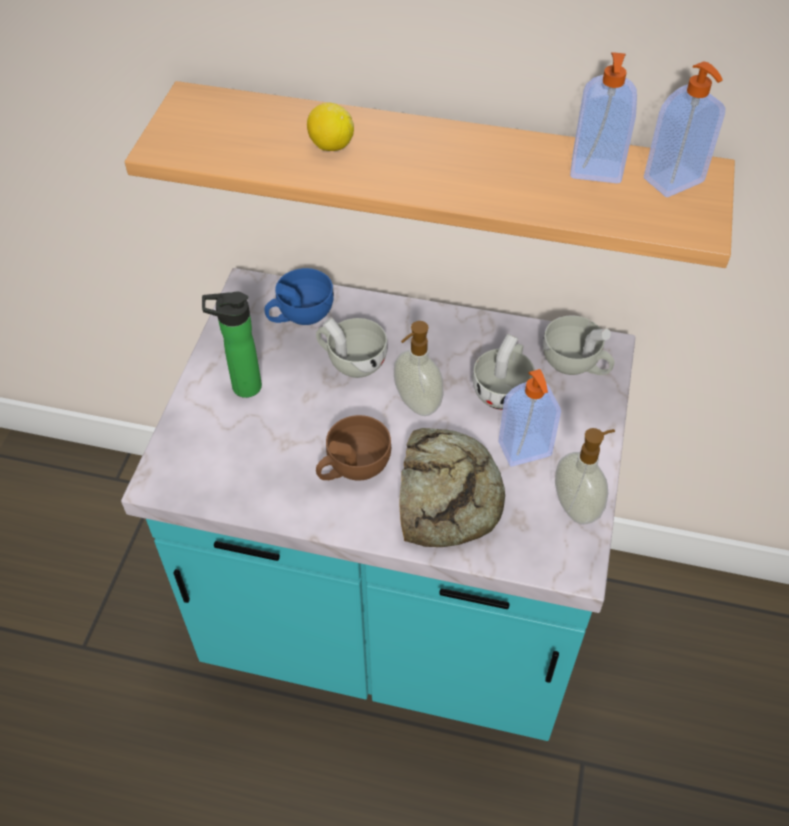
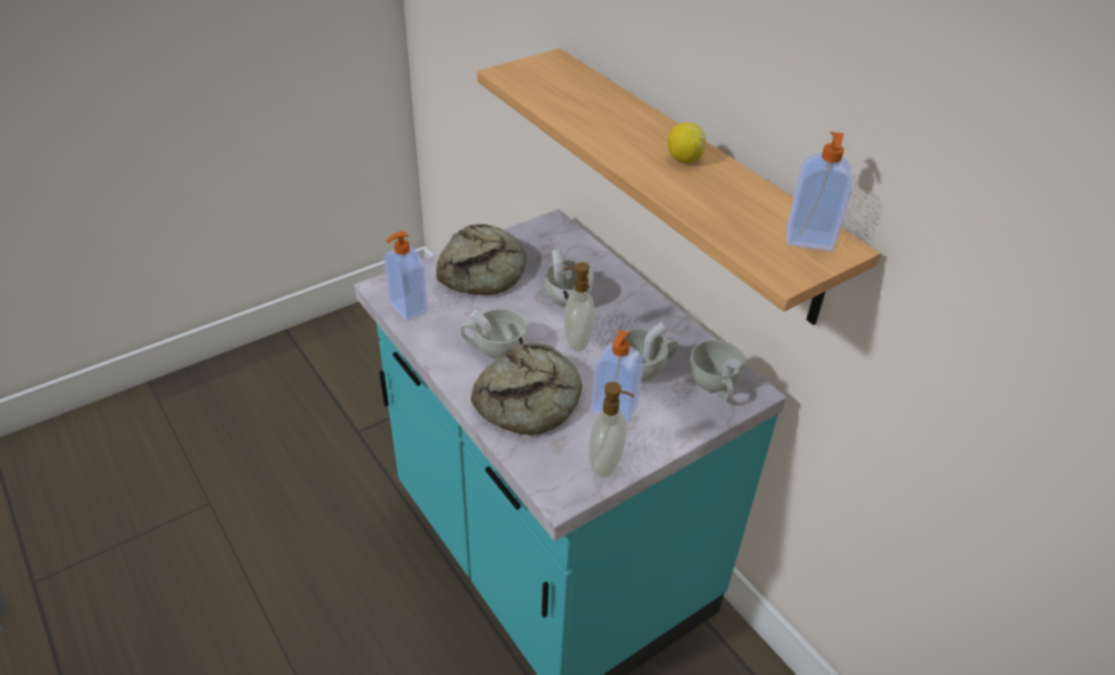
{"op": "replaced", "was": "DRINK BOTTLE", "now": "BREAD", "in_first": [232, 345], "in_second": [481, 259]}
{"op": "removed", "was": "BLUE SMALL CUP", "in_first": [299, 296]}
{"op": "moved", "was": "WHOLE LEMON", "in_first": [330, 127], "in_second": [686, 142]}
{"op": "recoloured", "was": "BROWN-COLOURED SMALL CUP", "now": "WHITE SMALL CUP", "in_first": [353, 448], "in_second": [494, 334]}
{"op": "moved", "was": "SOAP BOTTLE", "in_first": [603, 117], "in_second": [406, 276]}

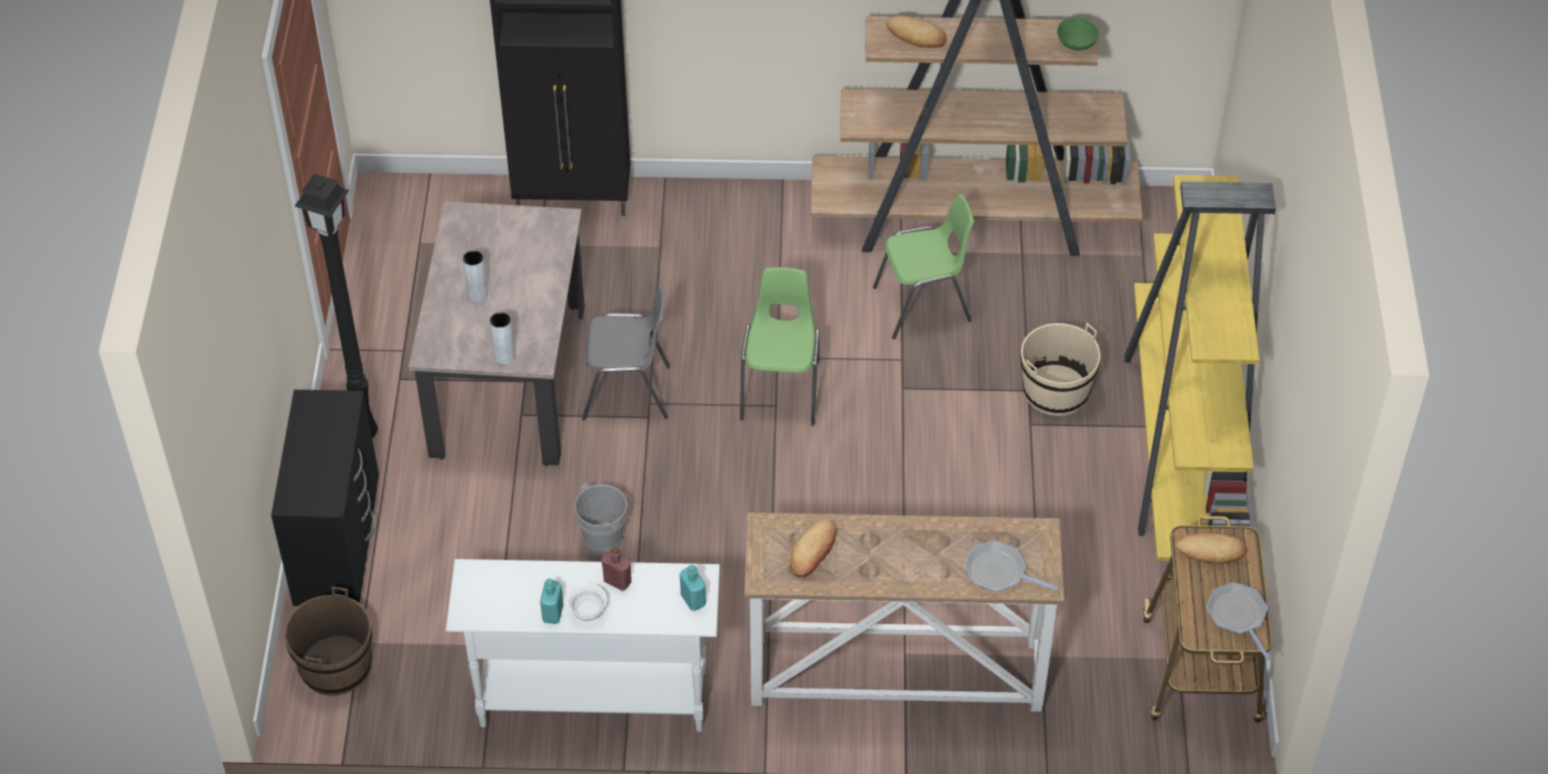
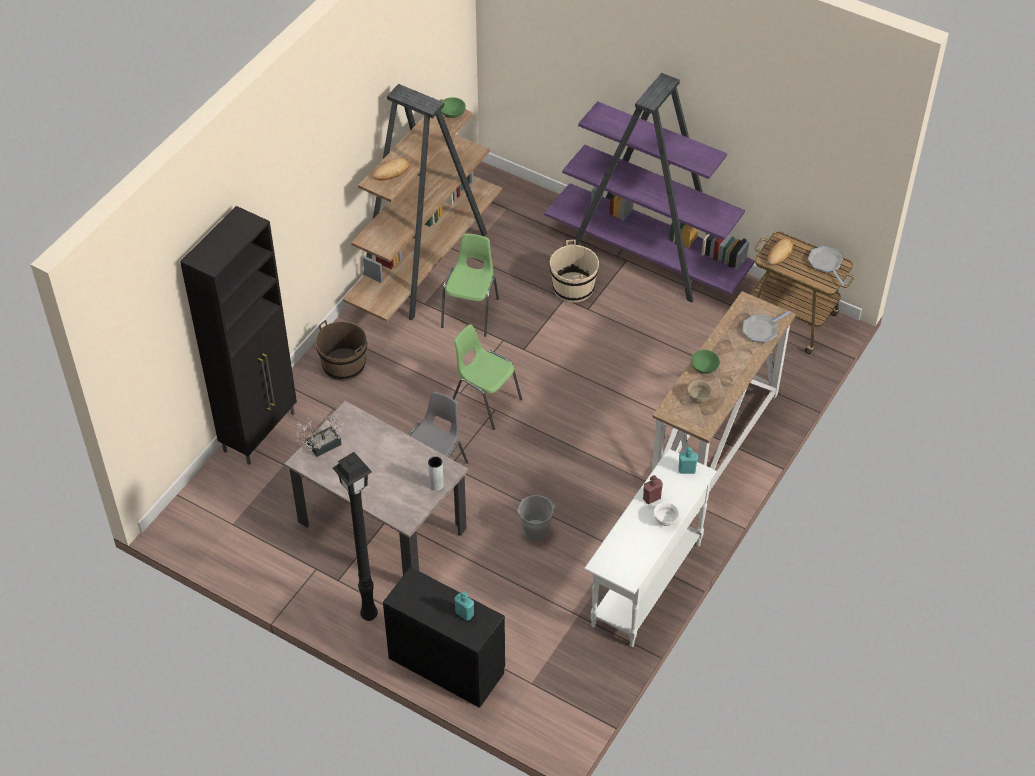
{"op": "moved", "was": "BROWN-COLOURED PAIL", "in_first": [328, 641], "in_second": [341, 350]}
{"op": "removed", "was": "GRAY VASE", "in_first": [475, 276]}
{"op": "moved", "was": "BLUE-GREEN DRINK BOTTLE", "in_first": [551, 601], "in_second": [464, 606]}
{"op": "replaced", "was": "BREAD", "now": "BEIGE SERVING BOWL", "in_first": [813, 548], "in_second": [700, 391]}
{"op": "recoloured", "was": "YELLOWISH BOOKCASE", "now": "PURPLE BOOKCASE", "in_first": [1200, 368], "in_second": [649, 187]}
{"op": "turned", "was": "FRYING PAN", "in_first": [1238, 621], "in_second": [826, 265], "clockwise": 60}
{"op": "added", "now": "HOUSEPLANT", "in_second": [320, 436]}
{"op": "added", "now": "GREEN-COLOURED SERVING BOWL", "in_second": [705, 362]}

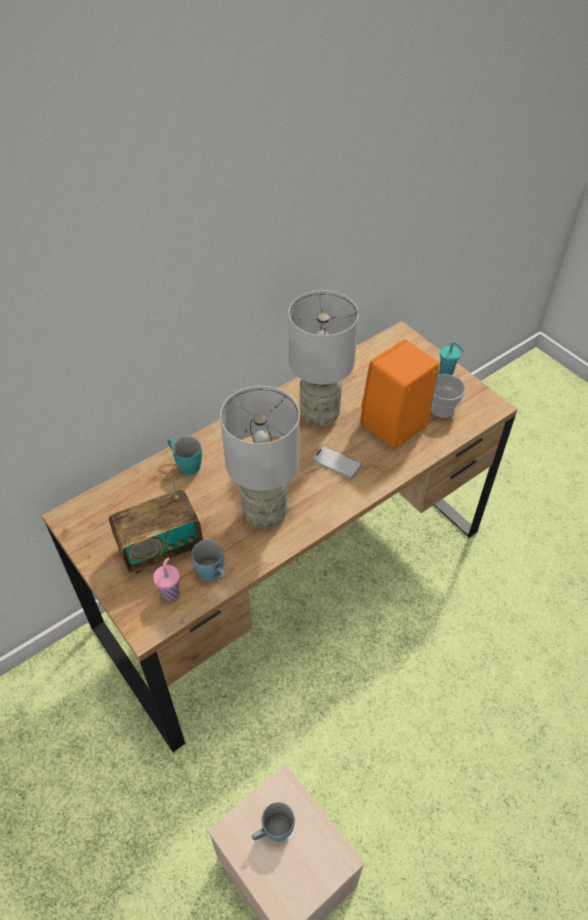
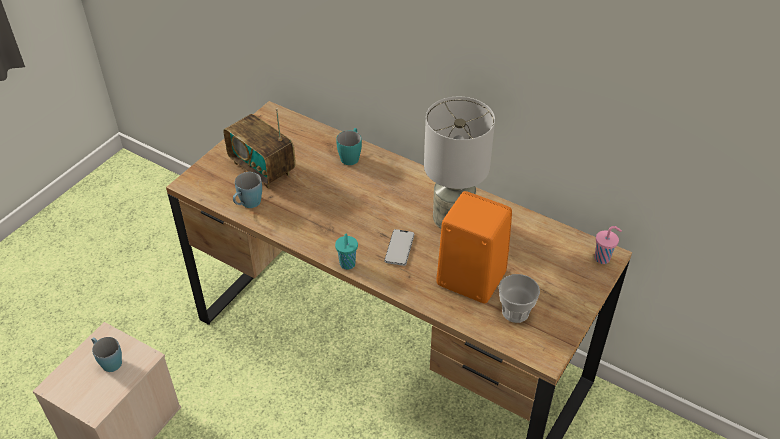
{"op": "moved", "was": "PINK-COLOURED SMALL CUP", "in_first": [166, 579], "in_second": [608, 245]}
{"op": "removed", "was": "GRAY TABLE LAMP", "in_first": [260, 457]}
{"op": "moved", "was": "BLUE-GREEN SMALL CUP", "in_first": [451, 358], "in_second": [346, 251]}

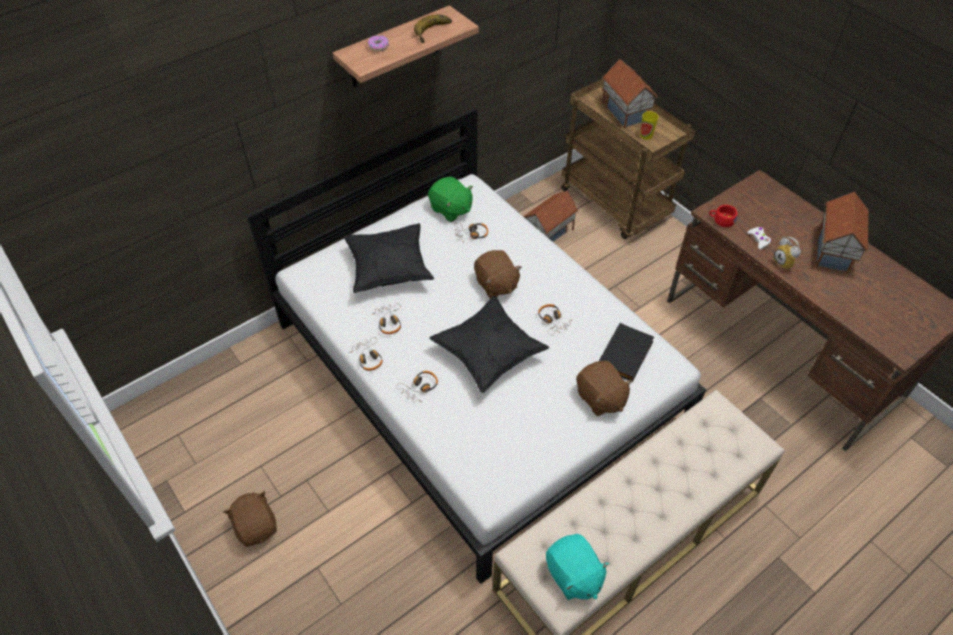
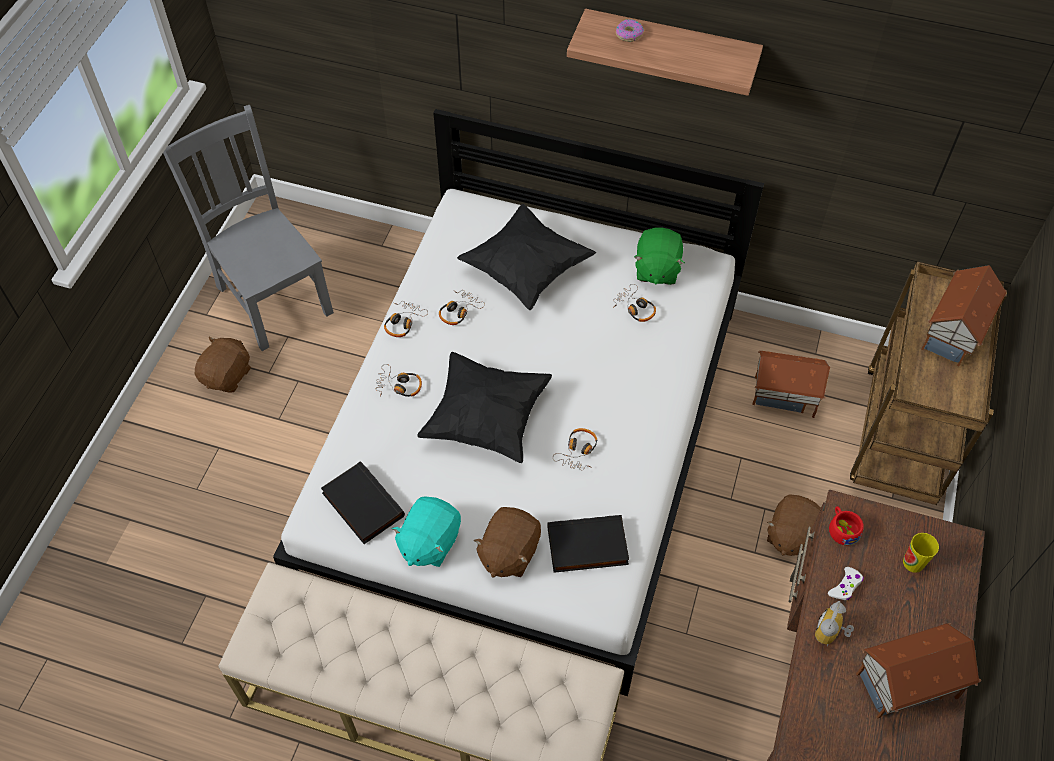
{"op": "removed", "was": "BANANA FRUIT", "in_first": [433, 29]}
{"op": "moved", "was": "BROWN-COLOURED CUDDLY TOY", "in_first": [498, 274], "in_second": [794, 525]}
{"op": "moved", "was": "BLUE-GREEN CUDDLY TOY", "in_first": [578, 567], "in_second": [426, 531]}
{"op": "moved", "was": "SMALL CUP", "in_first": [649, 125], "in_second": [921, 553]}
{"op": "added", "now": "GRAY CHAIR", "in_second": [248, 228]}
{"op": "added", "now": "BLACKISH BOOK", "in_second": [363, 502]}

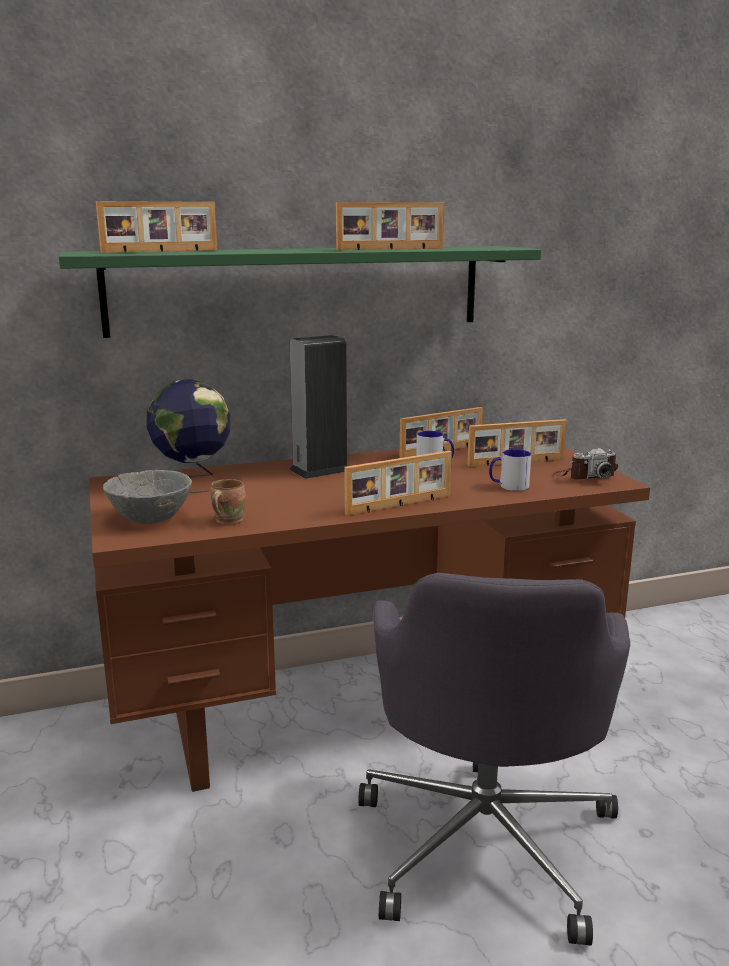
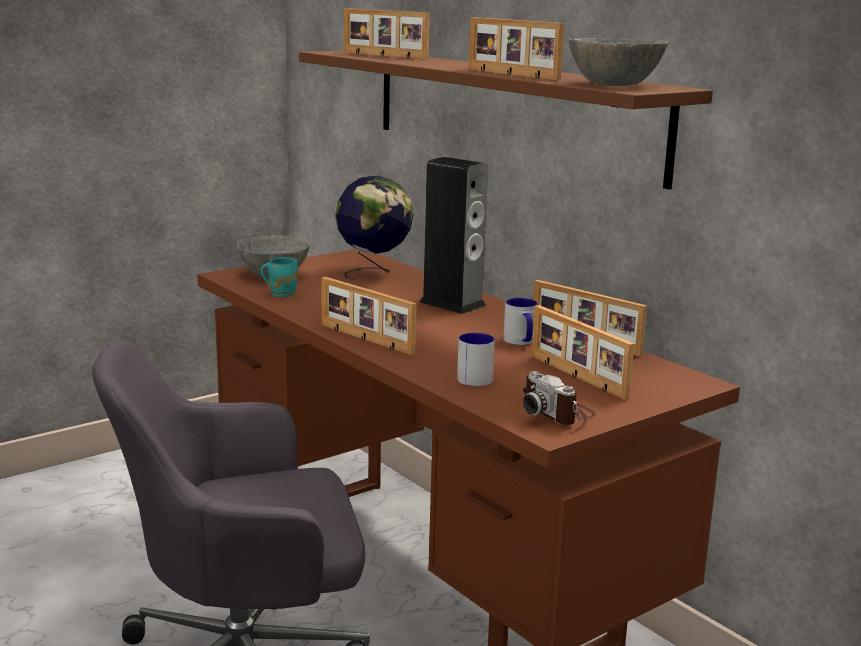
{"op": "recoloured", "was": "GREEN-COLOURED WALL SHELF", "now": "BROWN-COLOURED WALL SHELF", "in_first": [300, 292], "in_second": [506, 120]}
{"op": "recoloured", "was": "BROWN-COLOURED COFFEE MUG", "now": "BLUE-GREEN COFFEE MUG", "in_first": [227, 502], "in_second": [279, 277]}
{"op": "added", "now": "GRAY SERVING BOWL", "in_second": [619, 62]}

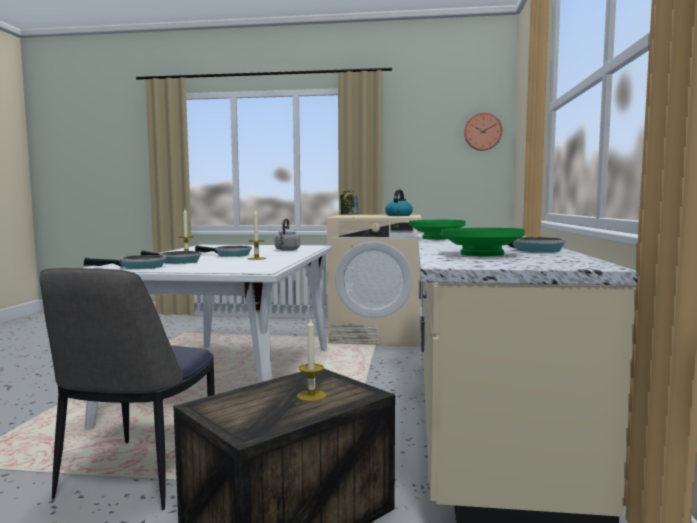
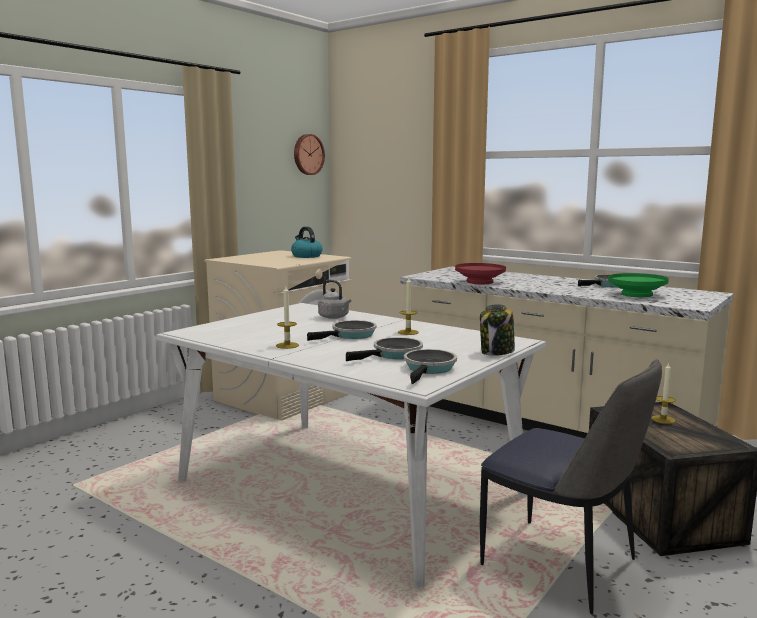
{"op": "moved", "was": "JAR", "in_first": [349, 203], "in_second": [497, 330]}
{"op": "recoloured", "was": "GREEN-COLOURED SERVING BOWL", "now": "RED SERVING BOWL", "in_first": [437, 230], "in_second": [480, 273]}

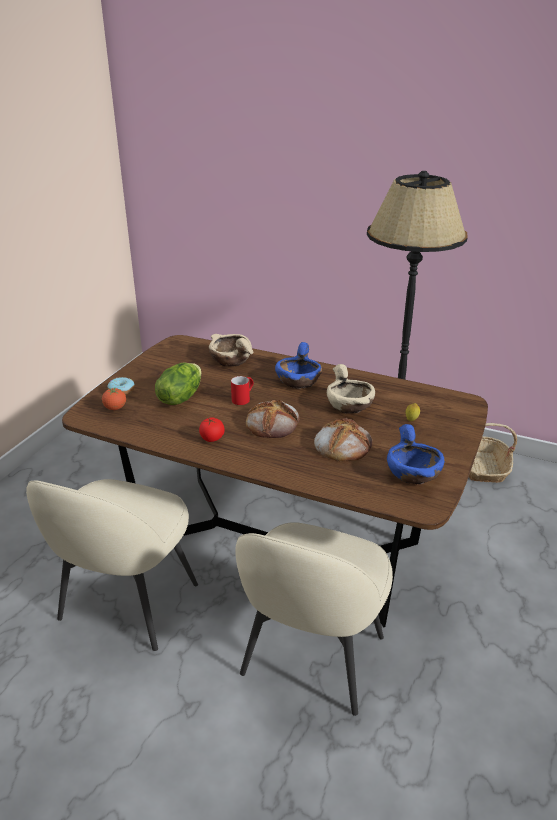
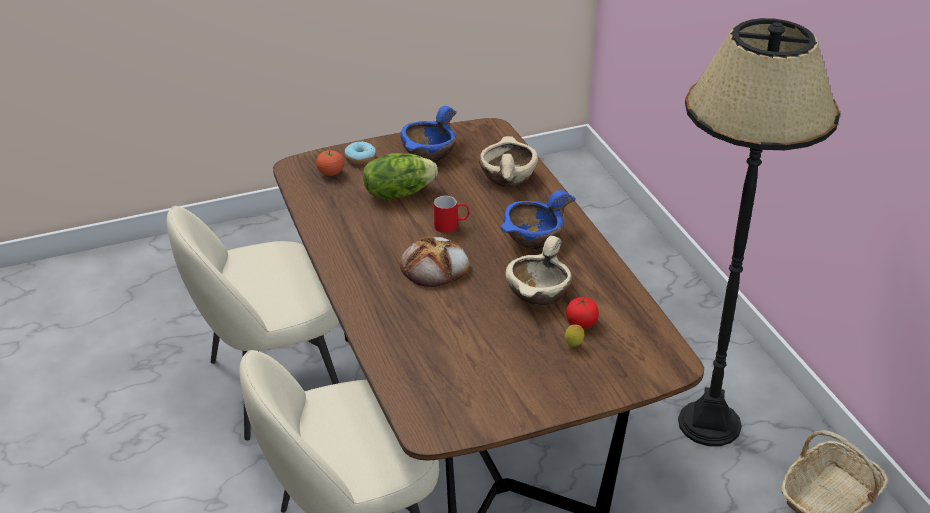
{"op": "moved", "was": "WHOLE TOMATO", "in_first": [212, 429], "in_second": [582, 312]}
{"op": "removed", "was": "BREAD", "in_first": [343, 439]}
{"op": "moved", "was": "BLUE SERVING BOWL", "in_first": [416, 454], "in_second": [428, 134]}

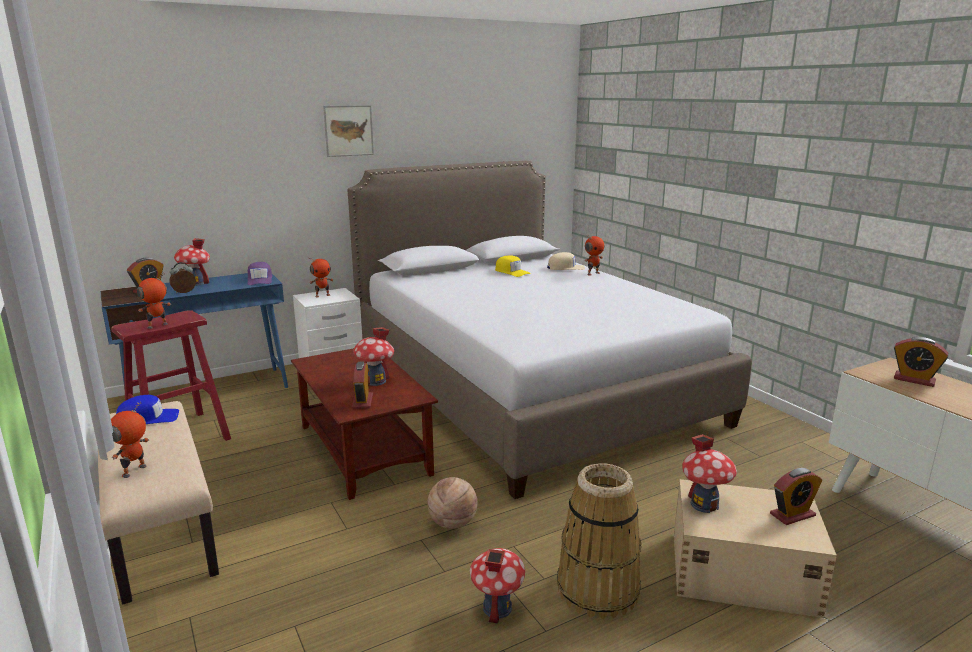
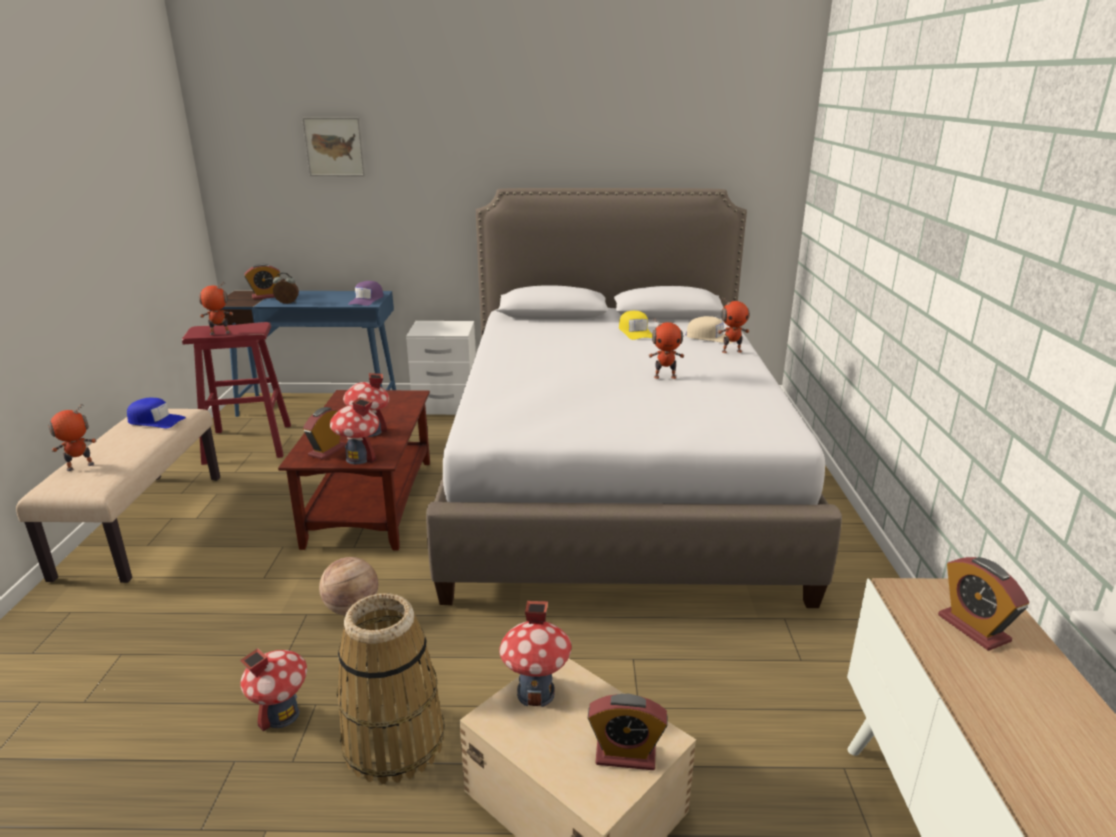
{"op": "moved", "was": "MINIATURE HOUSE", "in_first": [192, 262], "in_second": [354, 430]}
{"op": "moved", "was": "ROBOT FIGURE", "in_first": [321, 277], "in_second": [666, 348]}
{"op": "moved", "was": "WALL PICTURE", "in_first": [348, 131], "in_second": [333, 146]}

